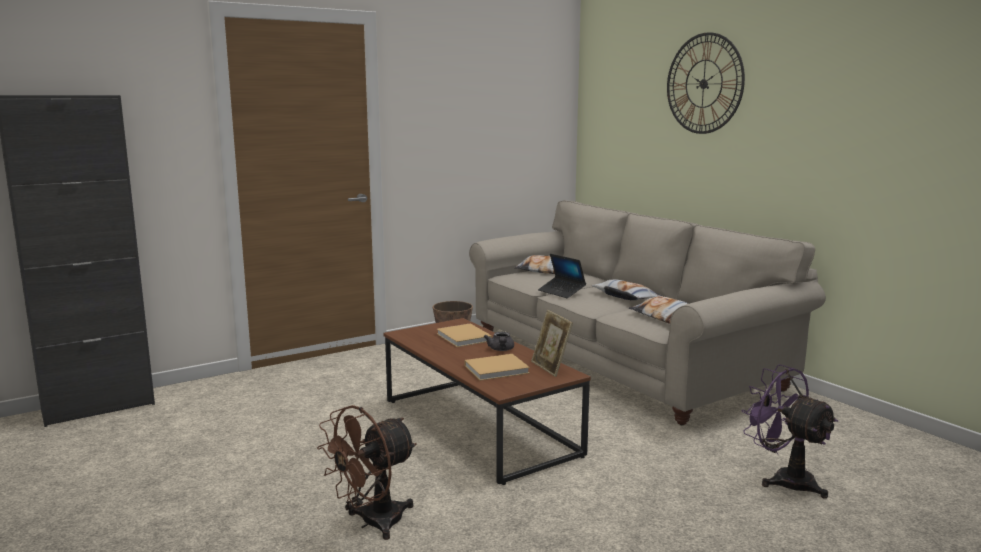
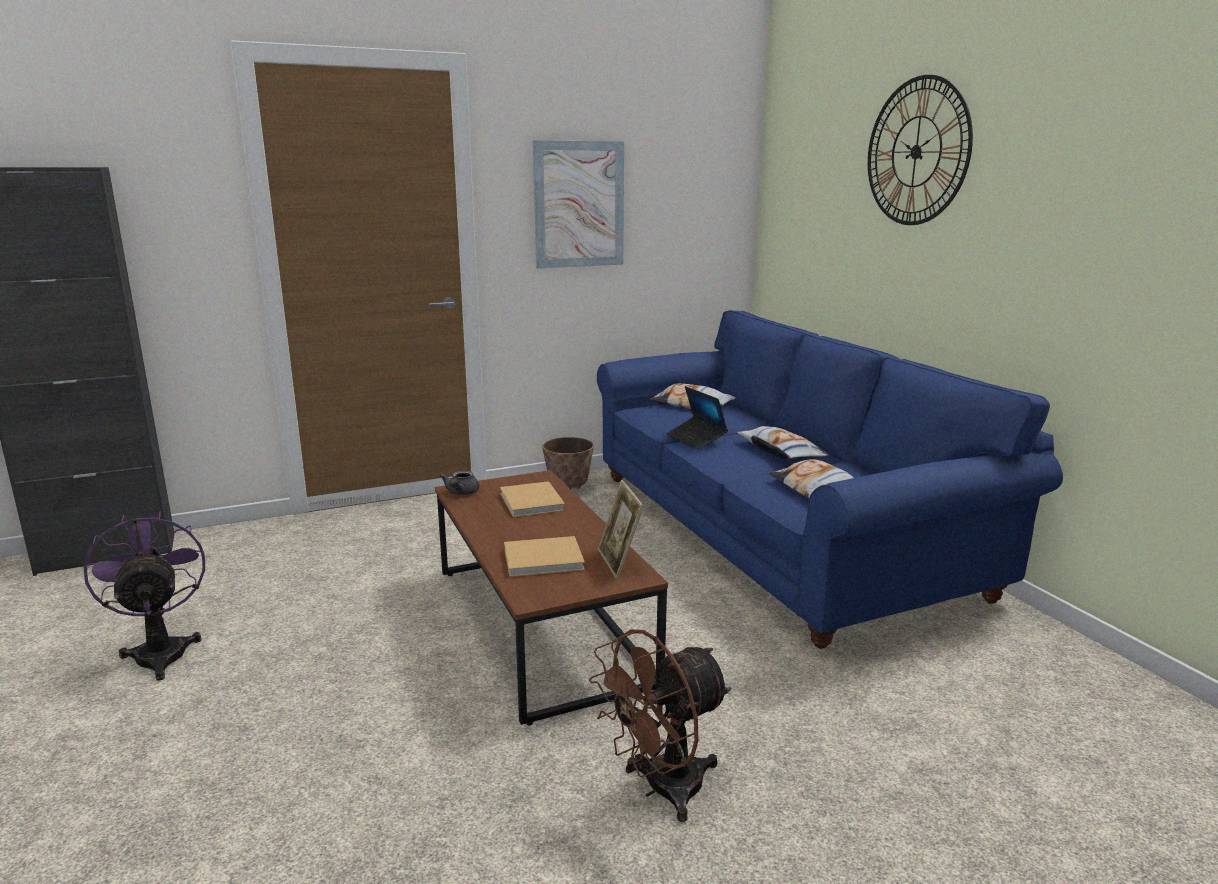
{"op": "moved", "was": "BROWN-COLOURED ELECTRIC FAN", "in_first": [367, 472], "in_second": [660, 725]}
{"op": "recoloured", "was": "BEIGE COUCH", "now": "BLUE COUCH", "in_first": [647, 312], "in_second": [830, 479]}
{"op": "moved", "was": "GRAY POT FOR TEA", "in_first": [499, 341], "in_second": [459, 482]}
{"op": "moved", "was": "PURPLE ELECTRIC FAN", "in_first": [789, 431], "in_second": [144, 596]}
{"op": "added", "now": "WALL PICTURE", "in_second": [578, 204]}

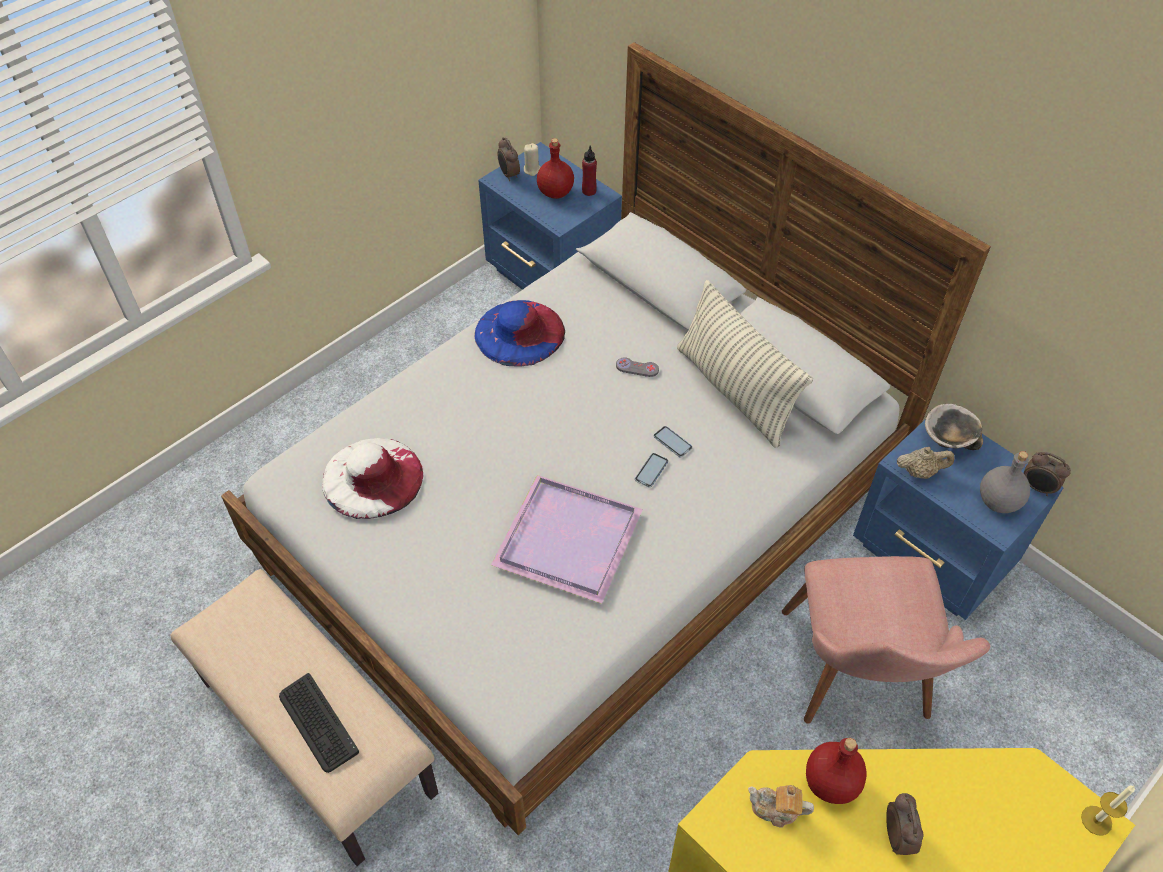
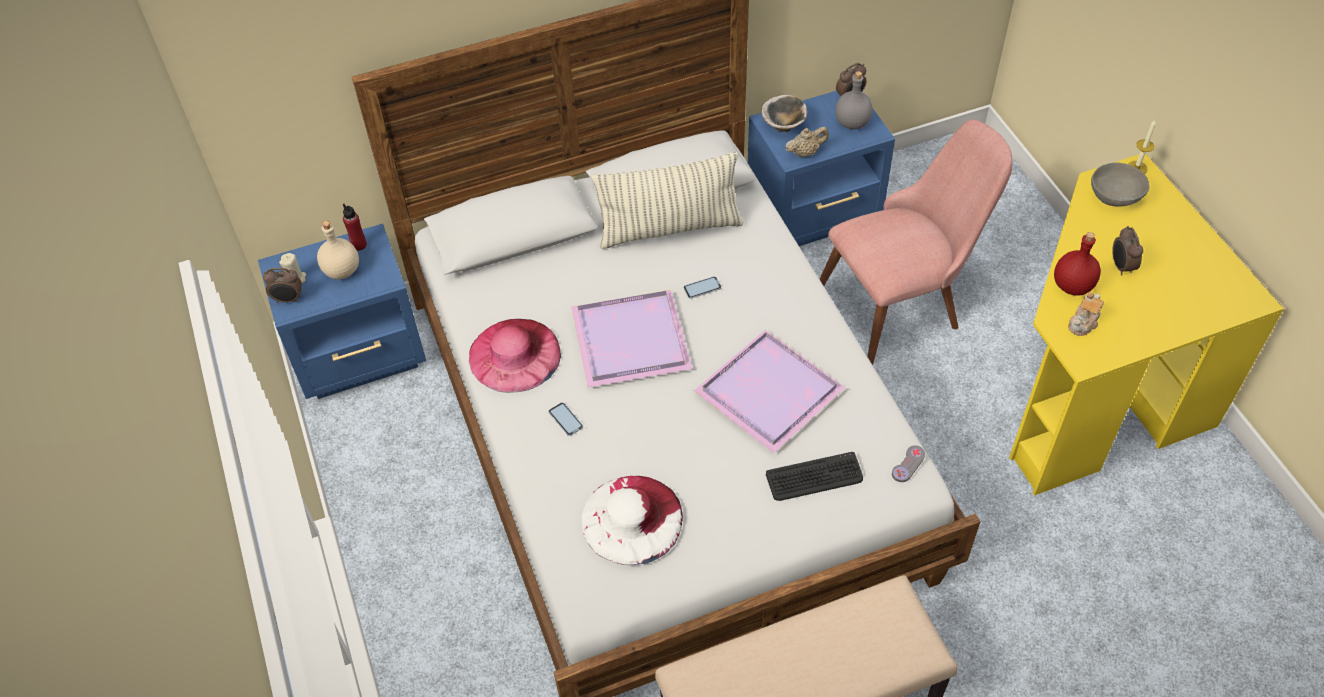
{"op": "moved", "was": "KEYBOARD", "in_first": [319, 723], "in_second": [814, 476]}
{"op": "recoloured", "was": "BLUE CLOTHING HAT", "now": "PINK-COLOURED CLOTHING HAT", "in_first": [519, 333], "in_second": [515, 356]}
{"op": "recoloured", "was": "RED DRINK BOTTLE", "now": "BEIGE DRINK BOTTLE", "in_first": [555, 168], "in_second": [338, 250]}
{"op": "moved", "was": "GRAY GAME CONTROLLER", "in_first": [637, 367], "in_second": [908, 463]}
{"op": "moved", "was": "HANDSET", "in_first": [651, 470], "in_second": [565, 419]}
{"op": "turned", "was": "PINK-COLOURED CHAIR", "in_first": [886, 639], "in_second": [916, 242], "clockwise": -45}
{"op": "turned", "was": "TABLE CLOCK", "in_first": [905, 824], "in_second": [1127, 251], "clockwise": -120}
{"op": "turned", "was": "BEIGE POT FOR TEA", "in_first": [926, 463], "in_second": [807, 142], "clockwise": 45}
{"op": "added", "now": "PURPLE SERVING TRAY", "in_second": [631, 338]}
{"op": "added", "now": "GRAY SERVING BOWL", "in_second": [1120, 185]}

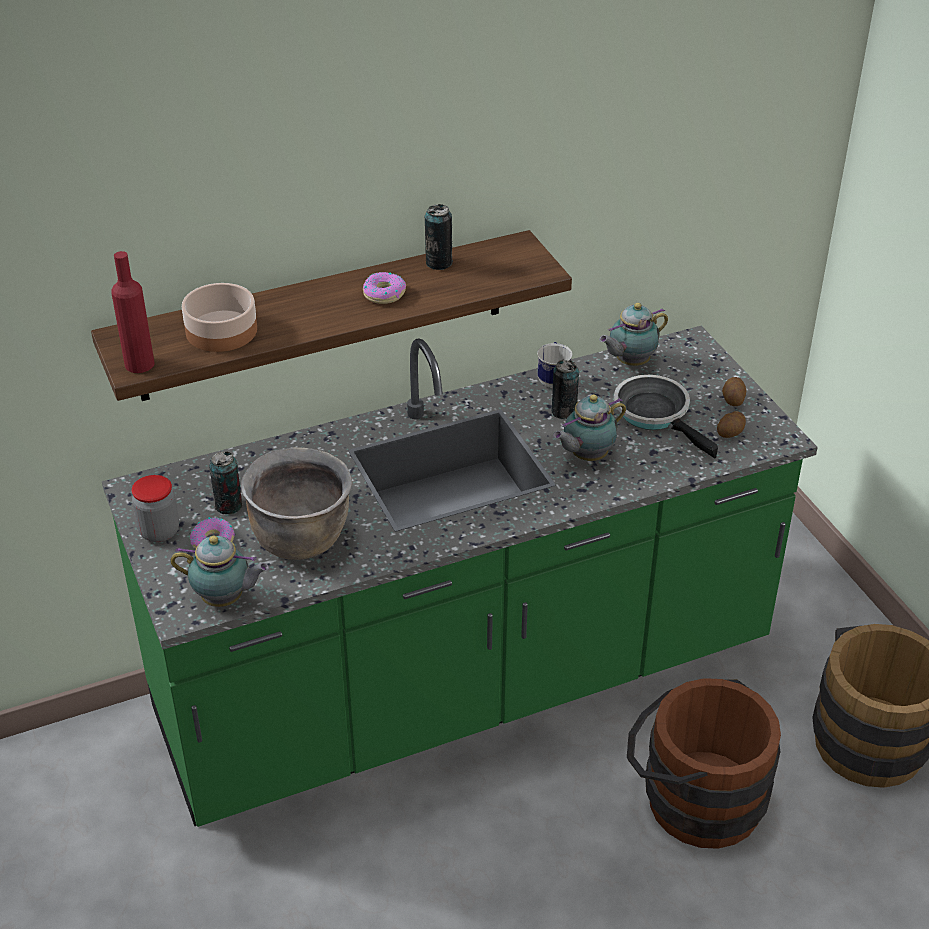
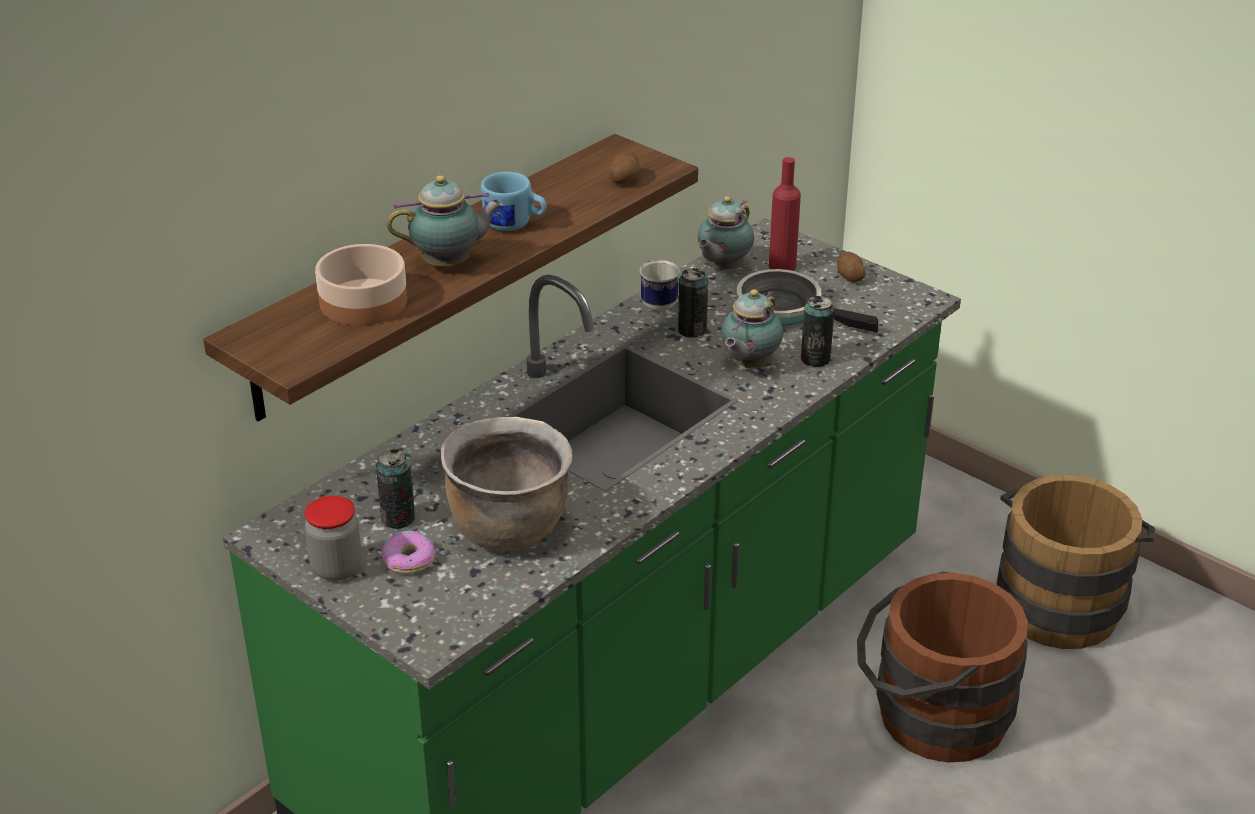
{"op": "moved", "was": "RED DRINK BOTTLE", "in_first": [133, 312], "in_second": [785, 214]}
{"op": "moved", "was": "POT FOR TEA", "in_first": [219, 571], "in_second": [445, 220]}
{"op": "replaced", "was": "DOUGHNUT", "now": "BLUE COFFEE MUG", "in_first": [384, 288], "in_second": [514, 201]}
{"op": "moved", "was": "METAL CAN", "in_first": [439, 237], "in_second": [817, 331]}
{"op": "moved", "was": "POTATO", "in_first": [731, 424], "in_second": [624, 168]}

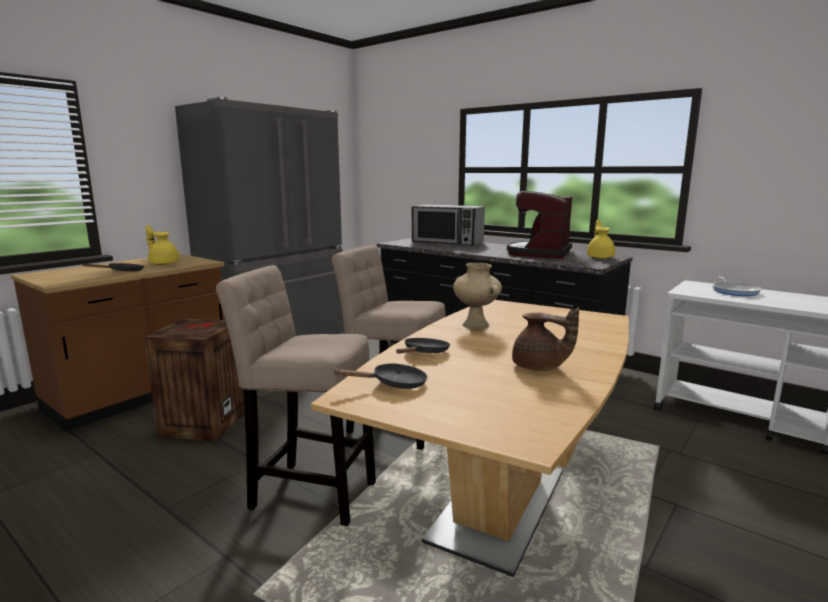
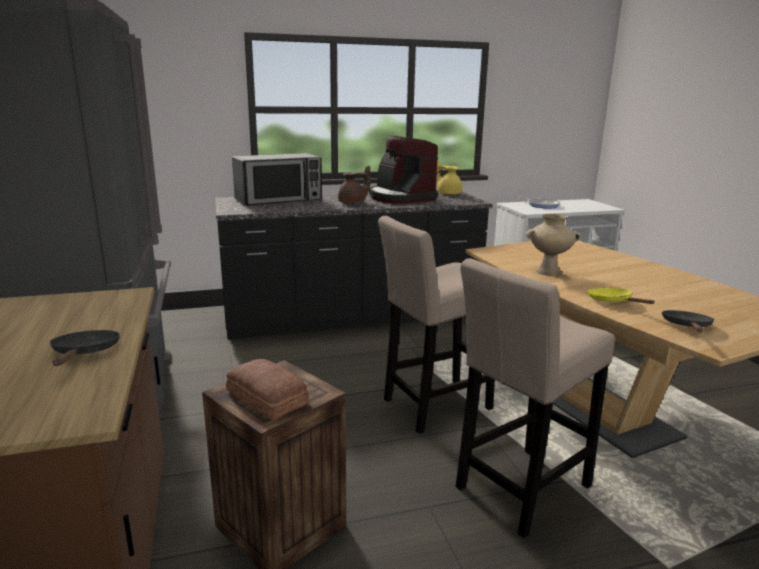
{"op": "removed", "was": "YELLOWISH POT FOR TEA", "in_first": [162, 245]}
{"op": "recoloured", "was": "BLACKISH FRYING PAN", "now": "YELLOWISH FRYING PAN", "in_first": [423, 346], "in_second": [621, 296]}
{"op": "moved", "was": "BROWN-COLOURED POT FOR TEA", "in_first": [545, 339], "in_second": [354, 185]}
{"op": "added", "now": "BREAD", "in_second": [267, 389]}

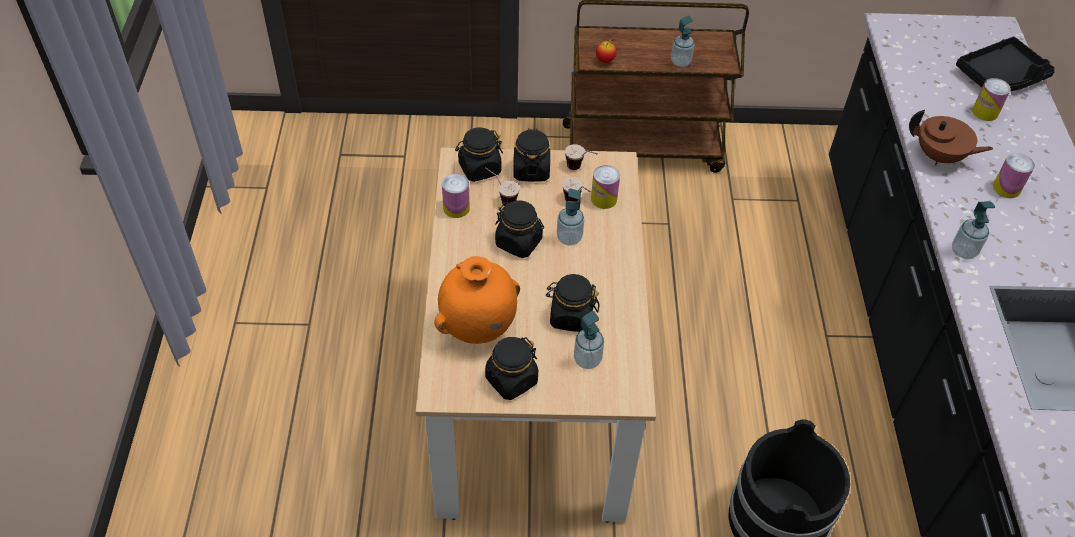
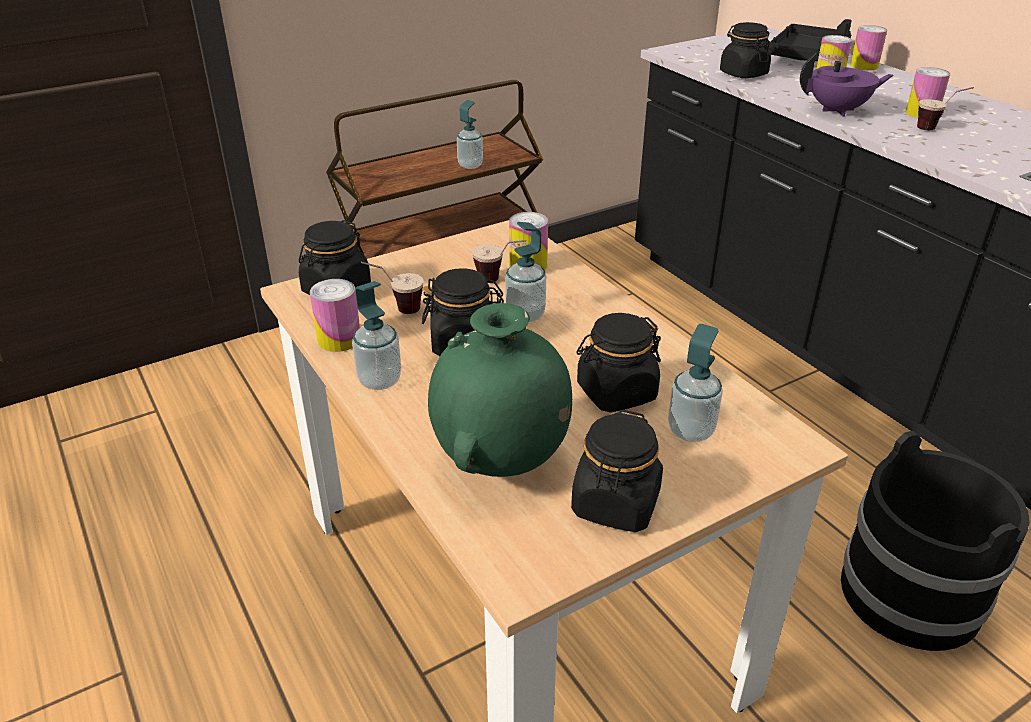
{"op": "recoloured", "was": "ORANGE VASE", "now": "GREEN-COLOURED VASE", "in_first": [477, 300], "in_second": [500, 390]}
{"op": "moved", "was": "BLACKISH JAR", "in_first": [531, 155], "in_second": [745, 50]}
{"op": "moved", "was": "SMALL CUP", "in_first": [581, 157], "in_second": [945, 108]}
{"op": "removed", "was": "APPLE", "in_first": [606, 51]}
{"op": "recoloured", "was": "BROWN-COLOURED POT FOR TEA", "now": "PURPLE POT FOR TEA", "in_first": [951, 138], "in_second": [847, 85]}
{"op": "moved", "was": "SOAP BOTTLE", "in_first": [973, 230], "in_second": [376, 335]}
{"op": "added", "now": "METAL CAN", "in_second": [868, 47]}

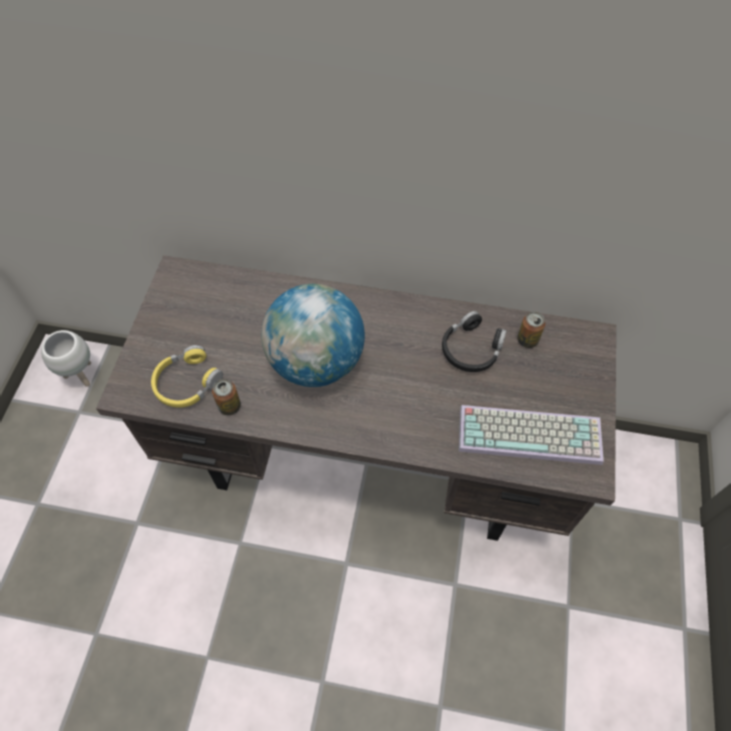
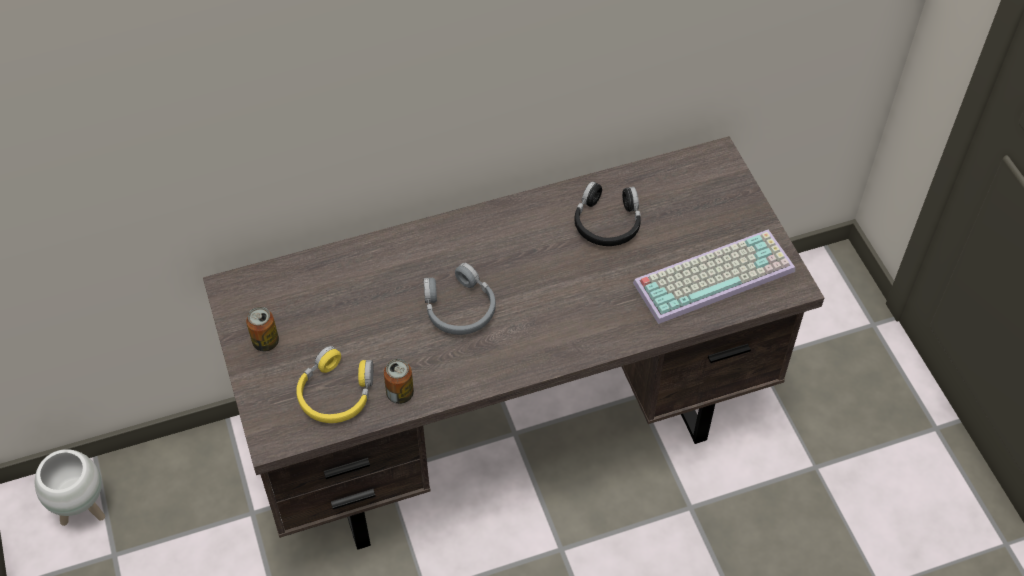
{"op": "replaced", "was": "WORLD GLOBE", "now": "GRAY PAIR OF HEADPHONES", "in_first": [313, 335], "in_second": [460, 299]}
{"op": "moved", "was": "METAL CAN", "in_first": [531, 330], "in_second": [262, 329]}

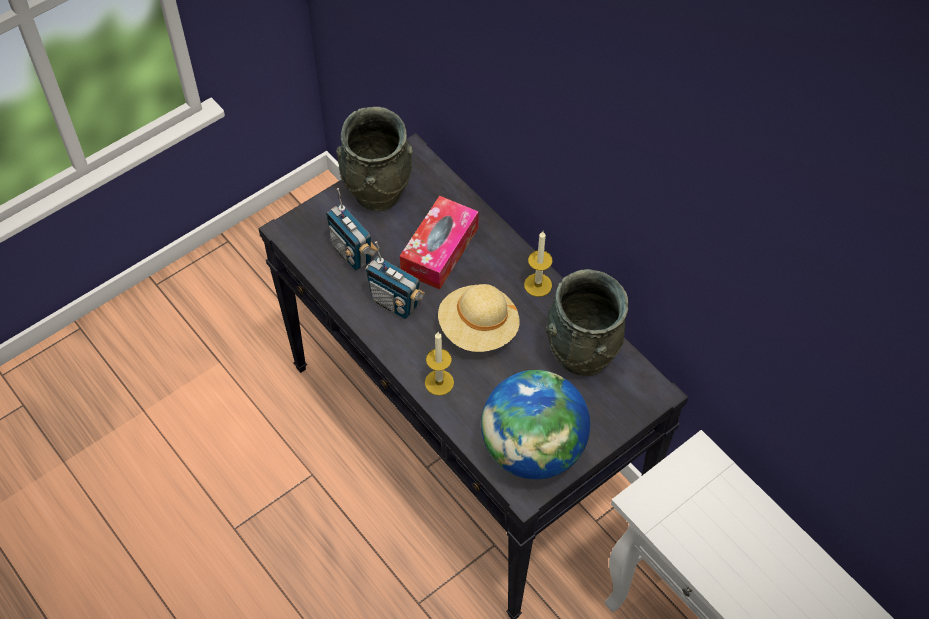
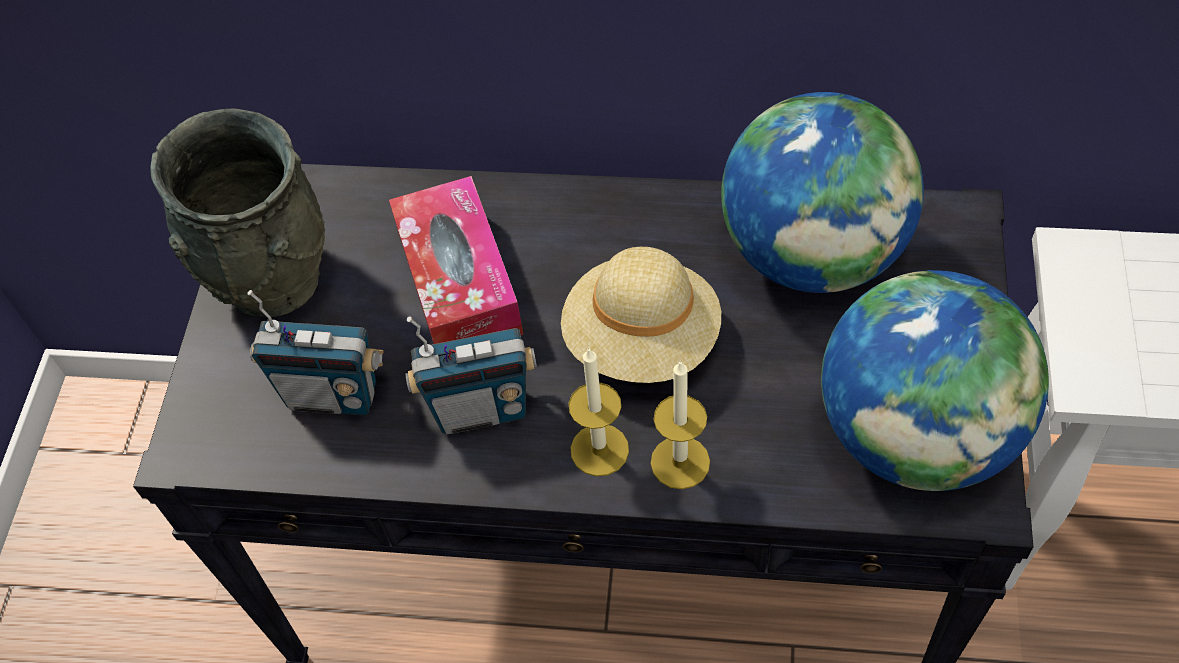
{"op": "moved", "was": "WAX CANDLE", "in_first": [538, 264], "in_second": [599, 412]}
{"op": "replaced", "was": "GRAY VASE", "now": "WORLD GLOBE", "in_first": [587, 322], "in_second": [822, 192]}

